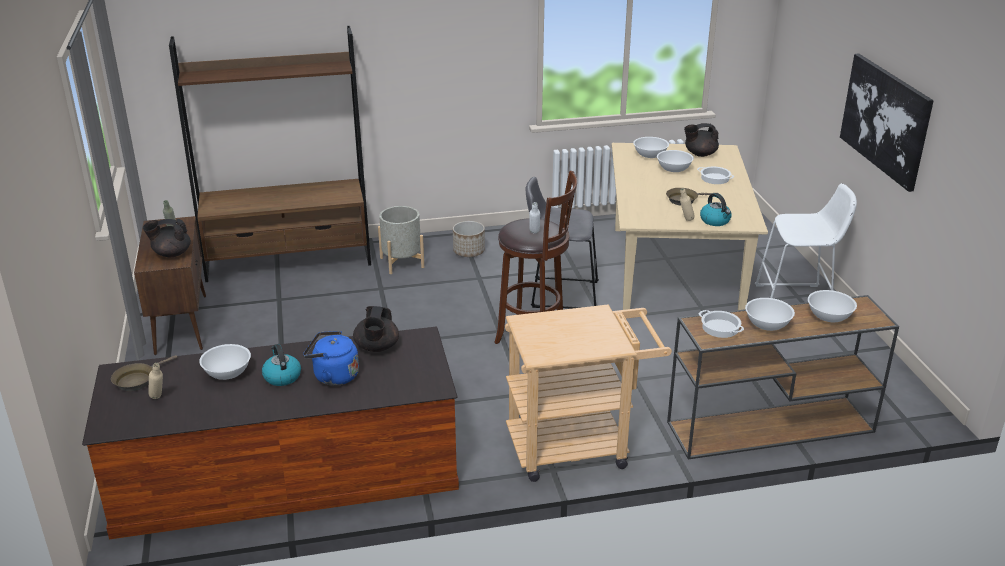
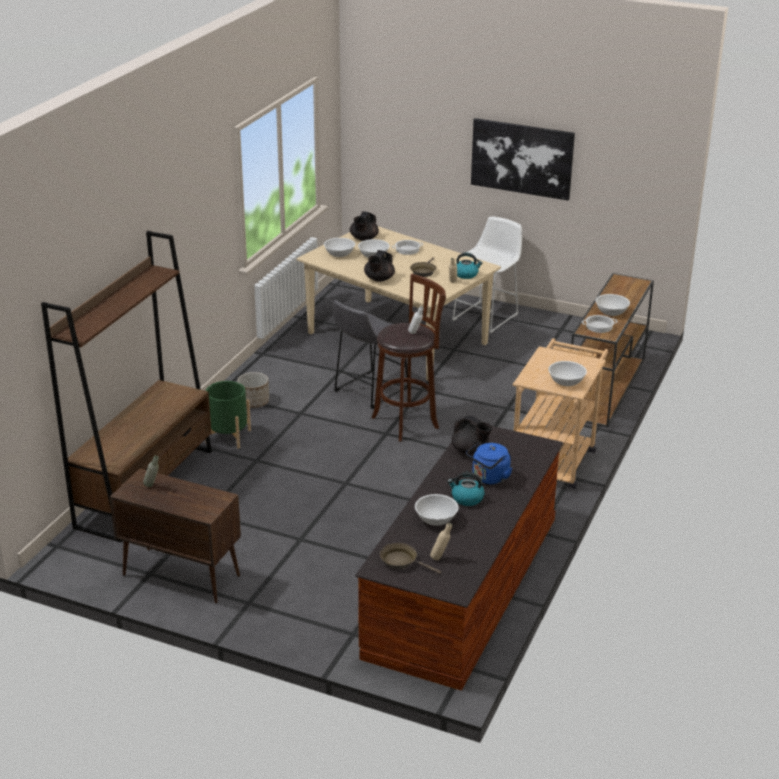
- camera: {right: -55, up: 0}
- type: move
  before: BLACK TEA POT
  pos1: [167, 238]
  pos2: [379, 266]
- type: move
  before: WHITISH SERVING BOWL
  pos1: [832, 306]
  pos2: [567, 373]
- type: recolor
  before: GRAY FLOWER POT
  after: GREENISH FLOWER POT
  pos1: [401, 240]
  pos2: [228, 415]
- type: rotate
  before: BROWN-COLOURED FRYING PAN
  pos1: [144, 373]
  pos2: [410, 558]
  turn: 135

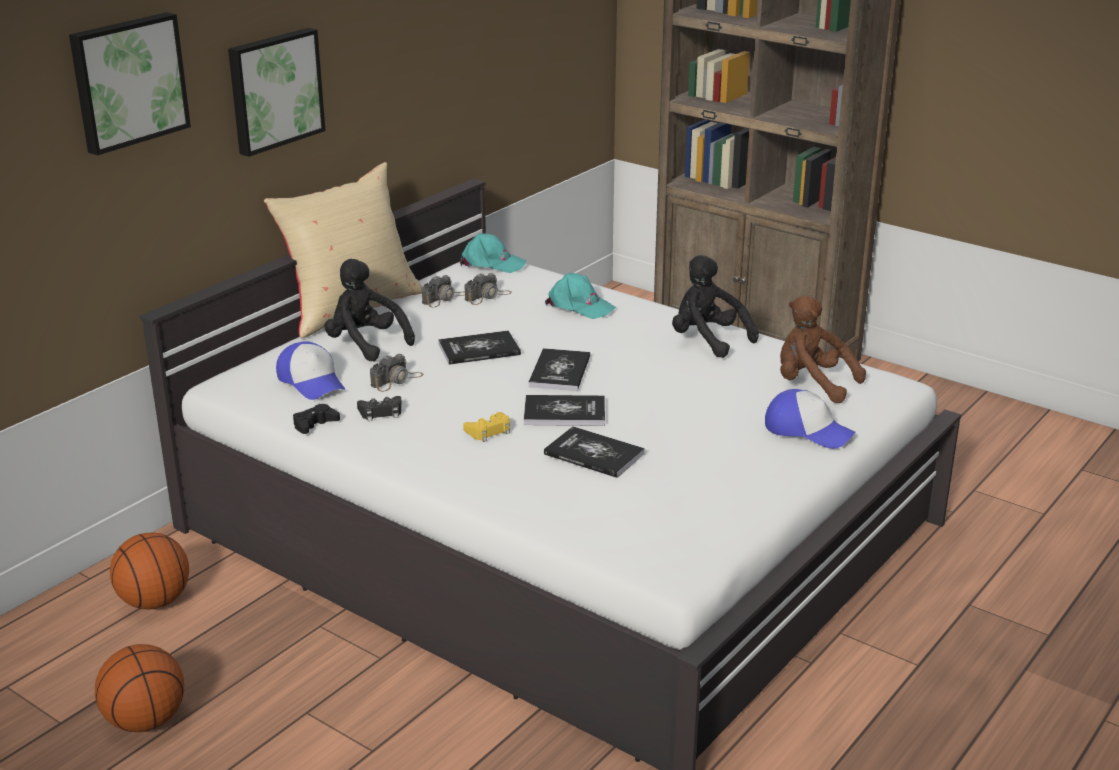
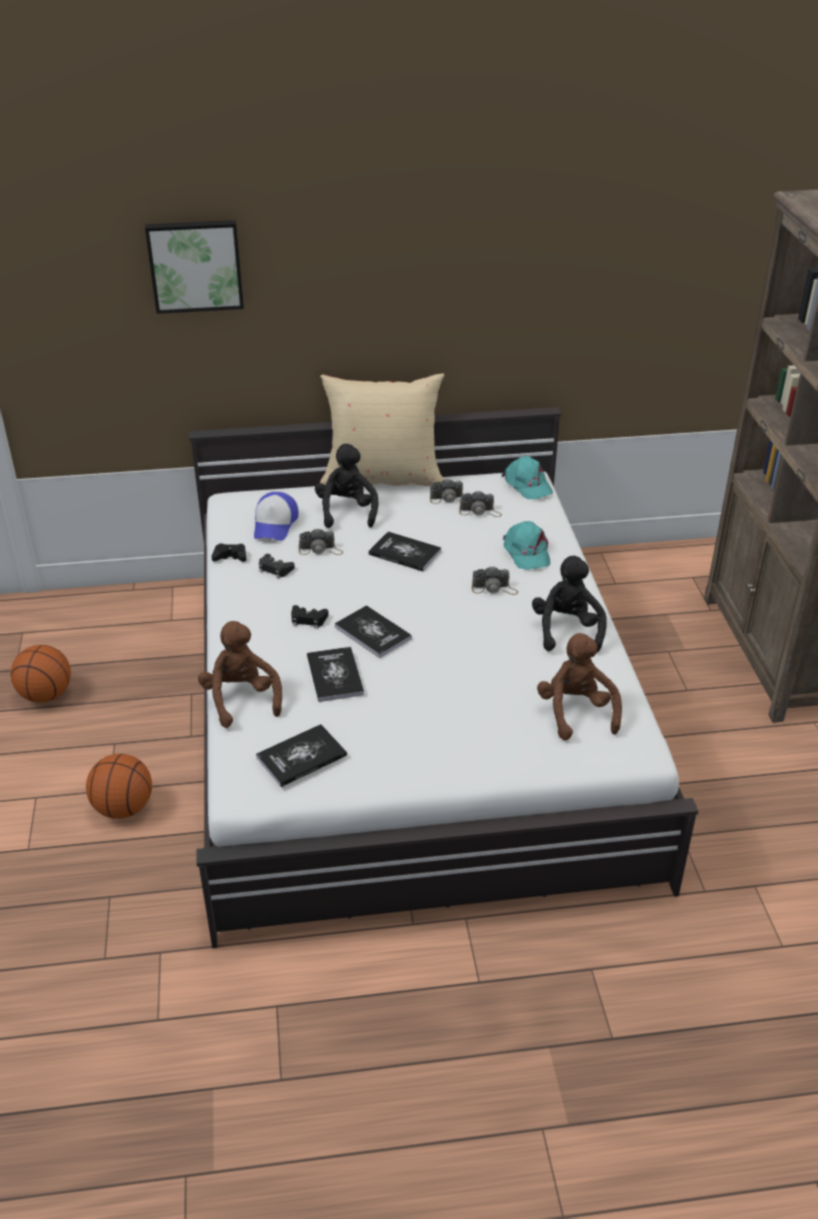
- camera: {right: 45, up: 10}
- type: delete
  before: WALL PICTURE
  pos1: [277, 92]
- type: delete
  before: PEAKED CAP
  pos1: [810, 419]
- type: insert
  after: BROWN-COLOURED PLUSH TOY
  pos2: [240, 674]
- type: insert
  after: PHOTO CAMERA
  pos2: [495, 580]
- type: move
  before: BALL FOR BASKETBALL
  pos1: [149, 571]
  pos2: [119, 786]
- type: move
  before: VOLUME
  pos1: [559, 369]
  pos2: [301, 755]
- type: recolor
  before: YELLOWISH JOYPAD
  after: BLACK JOYPAD
  pos1: [486, 427]
  pos2: [310, 617]

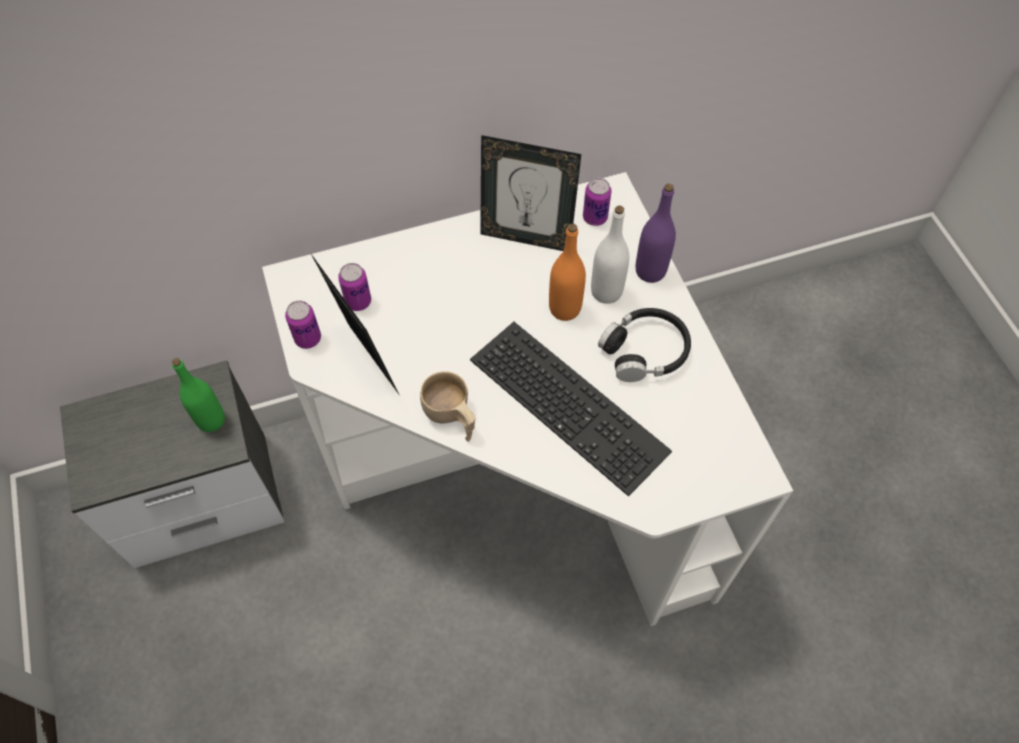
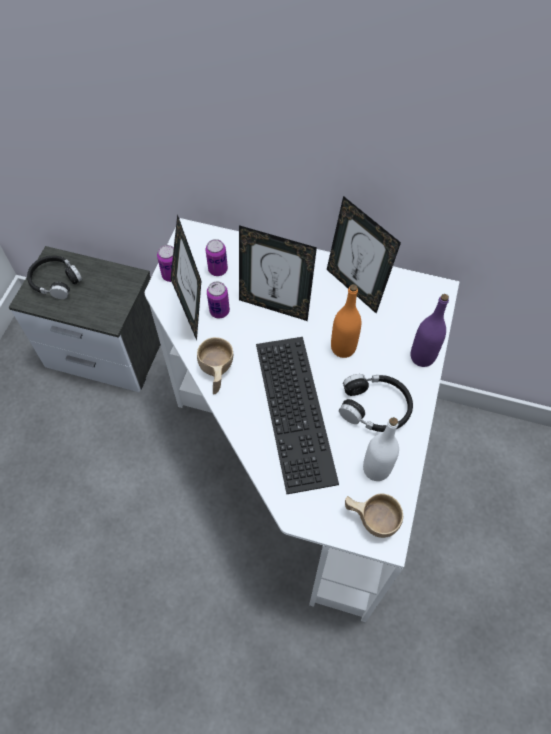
- camera: {right: 35, up: 0}
- type: delete
  before: GREENISH BEVERAGE BOTTLE
  pos1: [198, 395]
- type: insert
  after: BLACK PAIR OF HEADPHONES
  pos2: [54, 277]
- type: insert
  after: PHOTO FRAME
  pos2: [278, 273]
- type: insert
  after: SAND-COLOURED SMALL CUP
  pos2: [374, 516]
- type: move
  before: METAL CAN
  pos1: [597, 202]
  pos2: [218, 299]
- type: move
  before: WHITISH BEVERAGE BOTTLE
  pos1: [610, 255]
  pos2: [381, 449]

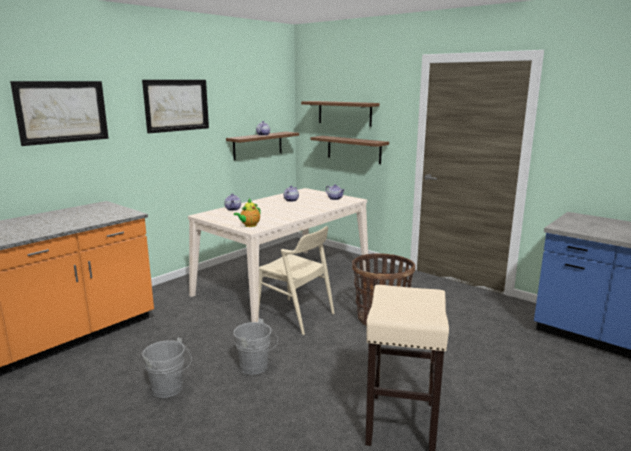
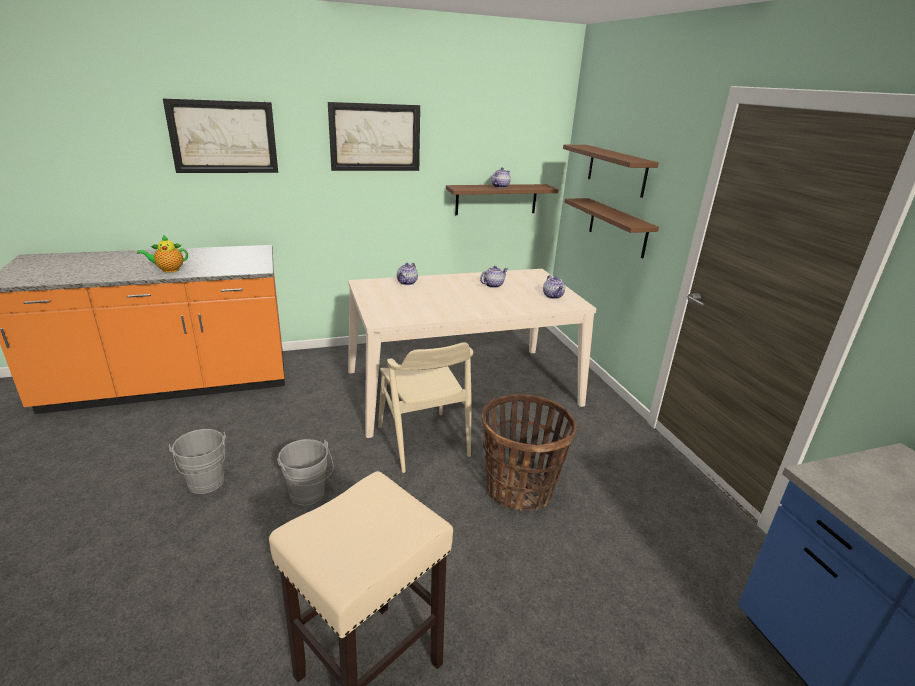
- camera: {right: 30, up: 10}
- type: move
  before: TEA POT
  pos1: [247, 213]
  pos2: [162, 254]

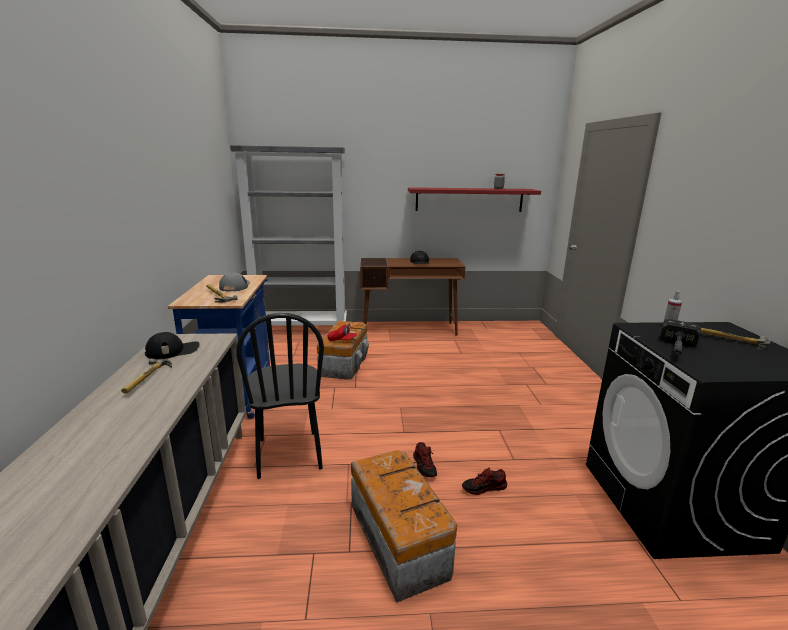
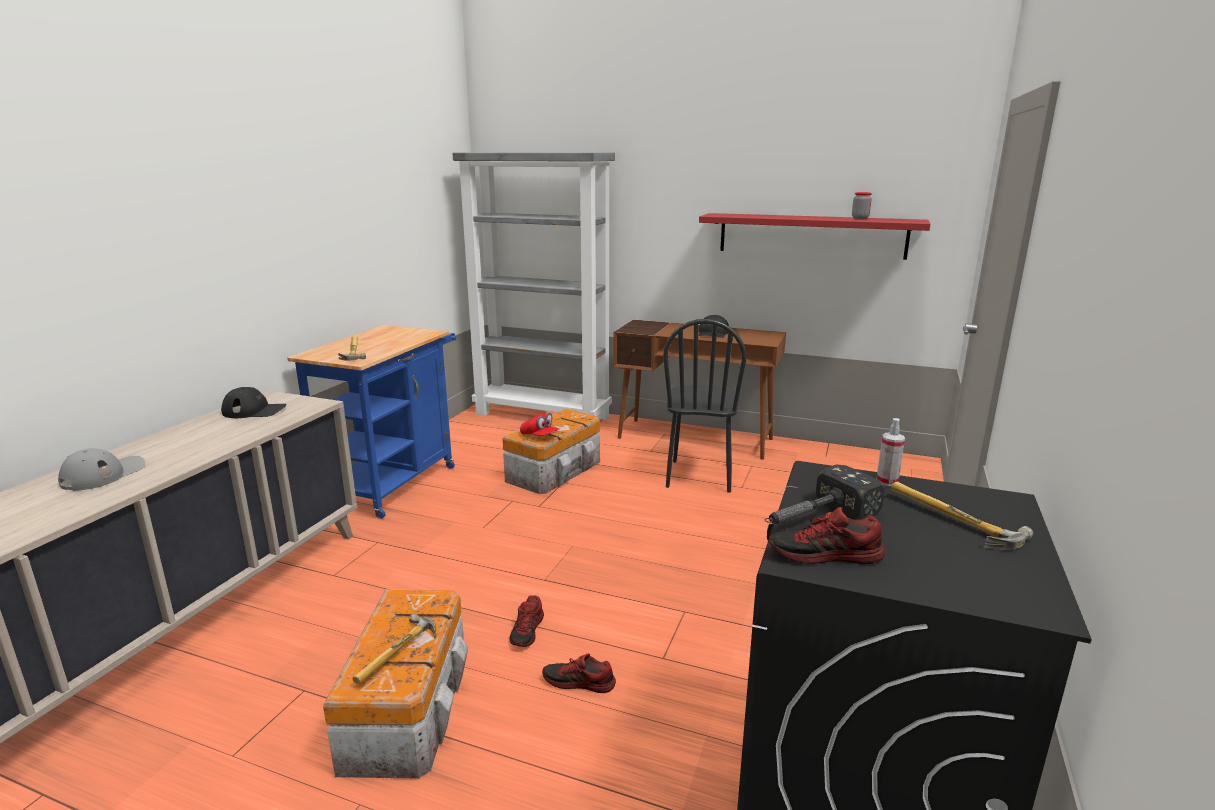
- camera: {right: 25, up: 0}
- type: insert
  after: ITEM OF FOOTWEAR
  pos2: [827, 535]
- type: move
  before: HAMMER
  pos1: [146, 375]
  pos2: [394, 649]
- type: move
  before: GRAY PEAKED CAP
  pos1: [234, 281]
  pos2: [101, 469]
- type: move
  before: BLACK UPRIGHT CHAIR
  pos1: [280, 396]
  pos2: [704, 406]

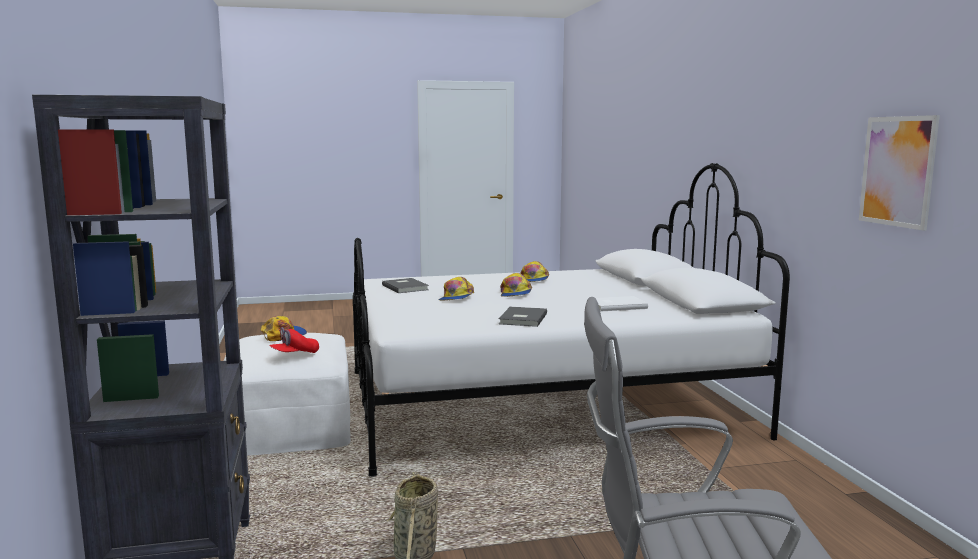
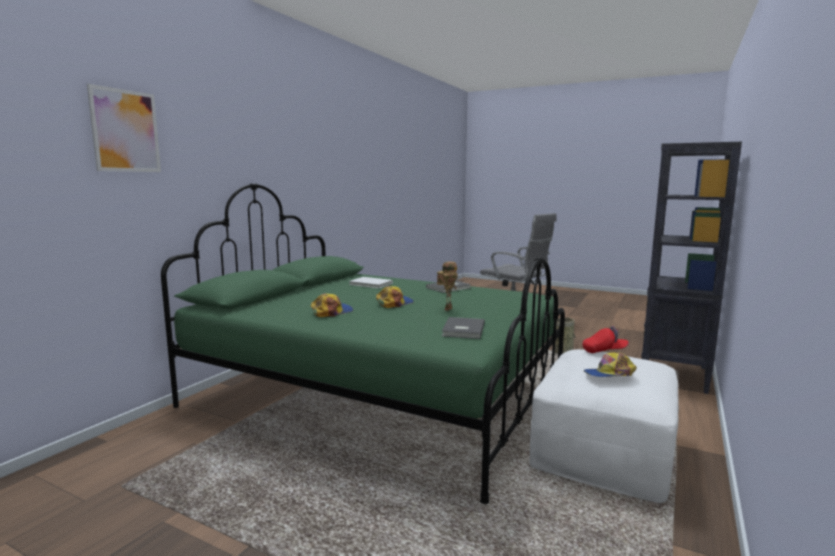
- camera: {right: -140, up: 0}
- type: move
  before: WALL PICTURE
  pos1: [899, 173]
  pos2: [124, 128]
- type: replace
  before: PEAKED CAP
  after: TOY ROBOT
  pos1: [456, 289]
  pos2: [447, 286]
- type: recolor
  before: WHITISH BEDROOM BED
  after: GREENISH BEDROOM BED
  pos1: [571, 320]
  pos2: [363, 344]

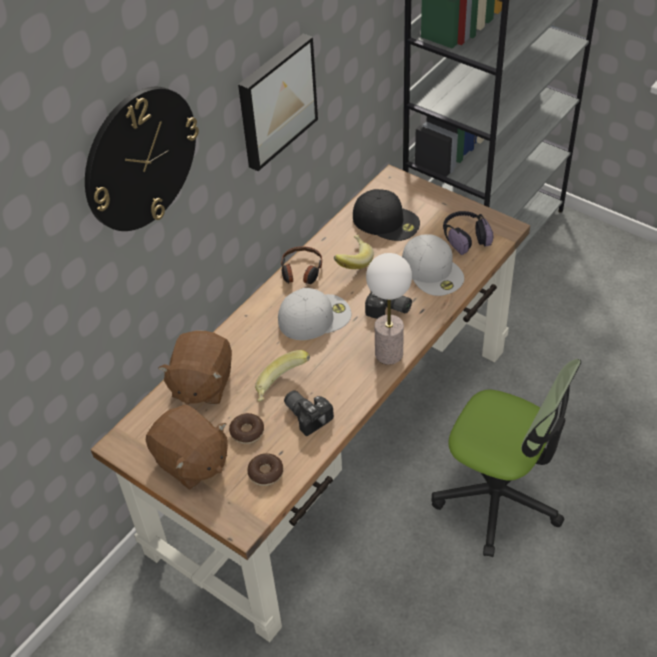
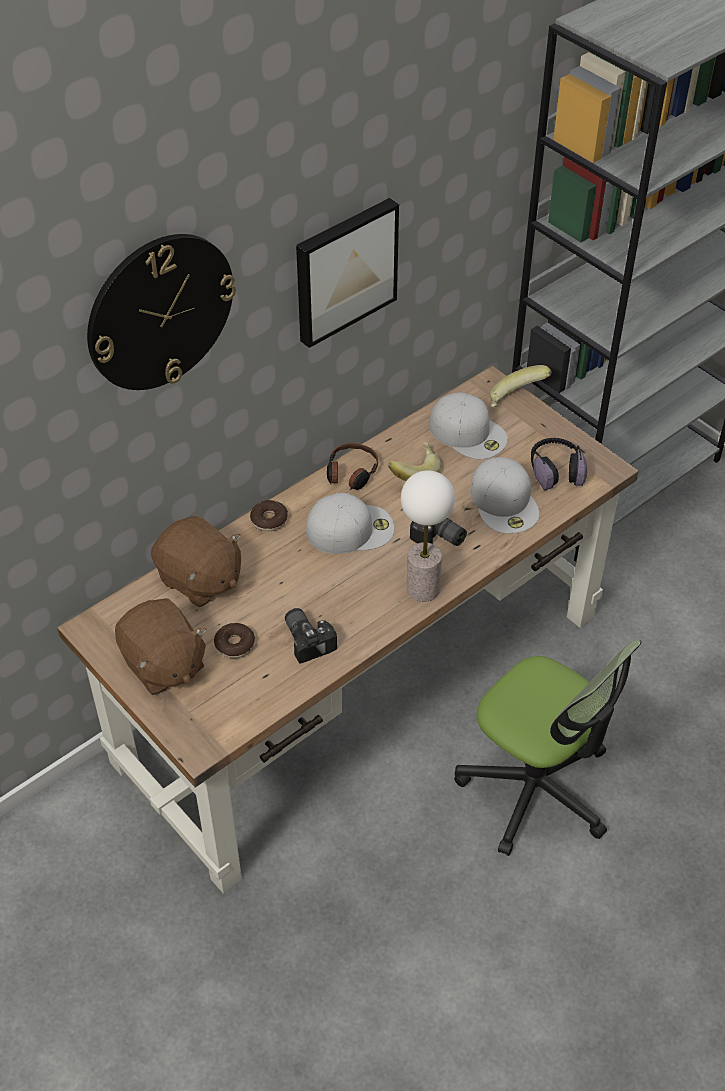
- camera: {right: 10, up: 0}
- type: move
  before: RING DOUGHNUT
  pos1: [265, 469]
  pos2: [269, 515]
- type: move
  before: WHOLE BANANA
  pos1: [282, 376]
  pos2: [521, 386]
- type: recolor
  before: BLACK PEAKED CAP
  after: WHITISH PEAKED CAP
  pos1: [386, 215]
  pos2: [469, 426]
- type: rotate
  before: BROWN-COLOURED PLUSH TOY
  pos1: [195, 367]
  pos2: [196, 561]
  turn: -75

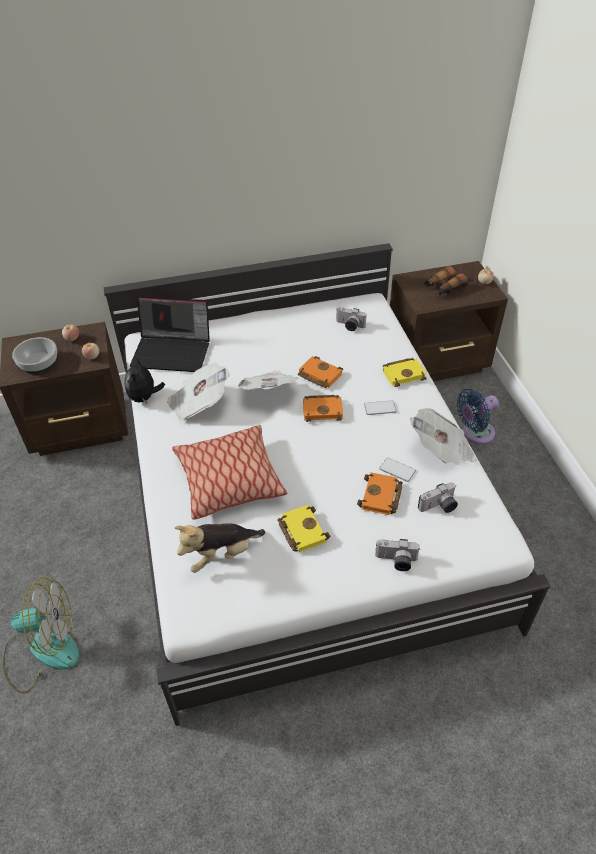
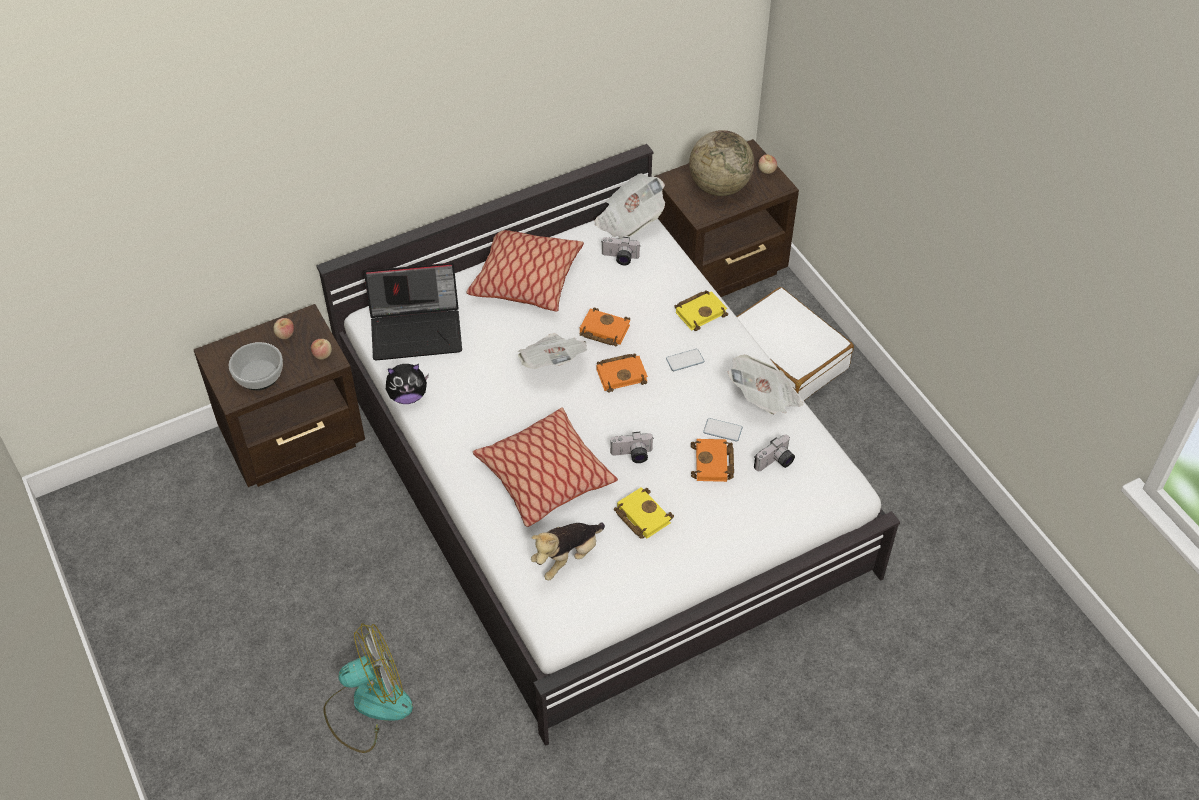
- camera: {right: -15, up: 5}
- type: insert
  after: THROW PILLOW
  pos2: [525, 271]
- type: move
  before: NEWSPAPER
  pos1: [198, 391]
  pos2: [629, 206]
- type: move
  before: PHOTO CAMERA
  pos1: [397, 555]
  pos2: [631, 447]
- type: replace
  before: PAIR OF BINOCULARS
  after: DESK GLOBE
  pos1: [446, 280]
  pos2: [721, 163]
- type: replace
  before: BLUE-COLOURED FAN
  after: WHITISH PIECE OF LUGGAGE
  pos1: [478, 416]
  pos2: [795, 344]
- type: rotate
  before: PLUSH TOY
  pos1: [144, 380]
  pos2: [407, 384]
  turn: -90

